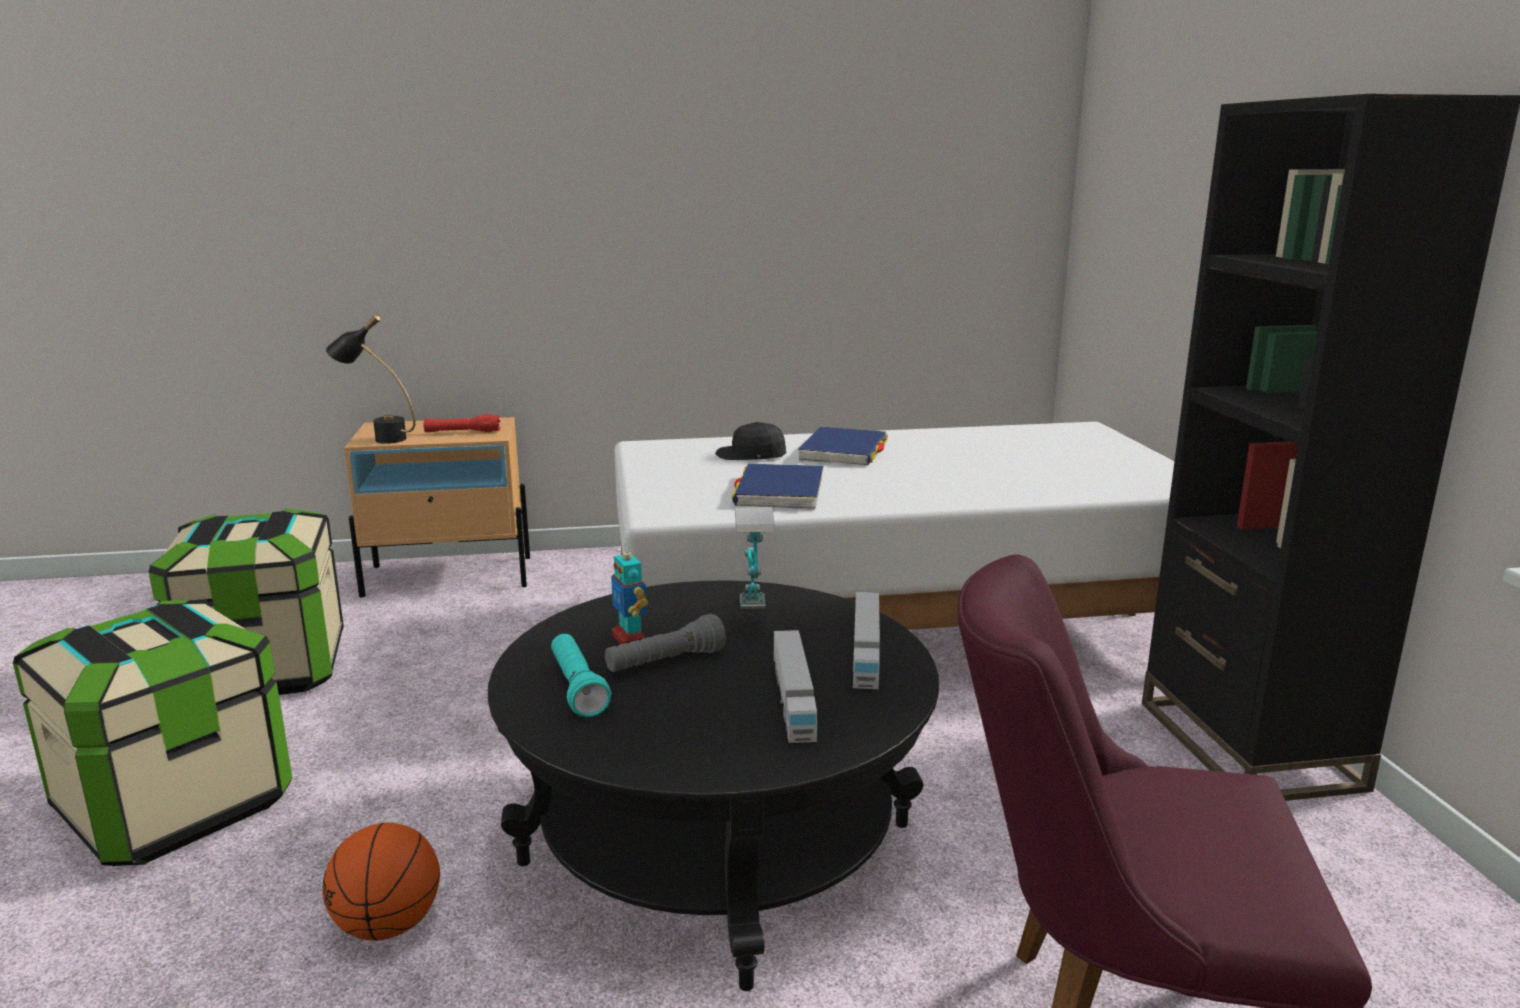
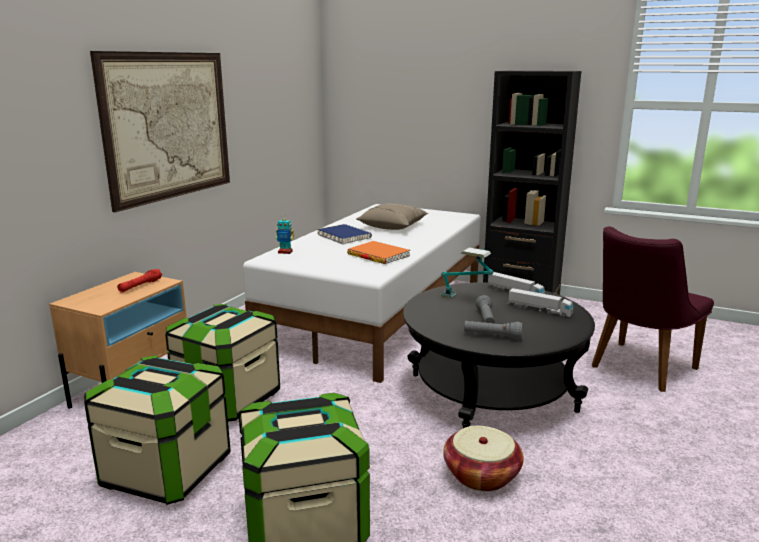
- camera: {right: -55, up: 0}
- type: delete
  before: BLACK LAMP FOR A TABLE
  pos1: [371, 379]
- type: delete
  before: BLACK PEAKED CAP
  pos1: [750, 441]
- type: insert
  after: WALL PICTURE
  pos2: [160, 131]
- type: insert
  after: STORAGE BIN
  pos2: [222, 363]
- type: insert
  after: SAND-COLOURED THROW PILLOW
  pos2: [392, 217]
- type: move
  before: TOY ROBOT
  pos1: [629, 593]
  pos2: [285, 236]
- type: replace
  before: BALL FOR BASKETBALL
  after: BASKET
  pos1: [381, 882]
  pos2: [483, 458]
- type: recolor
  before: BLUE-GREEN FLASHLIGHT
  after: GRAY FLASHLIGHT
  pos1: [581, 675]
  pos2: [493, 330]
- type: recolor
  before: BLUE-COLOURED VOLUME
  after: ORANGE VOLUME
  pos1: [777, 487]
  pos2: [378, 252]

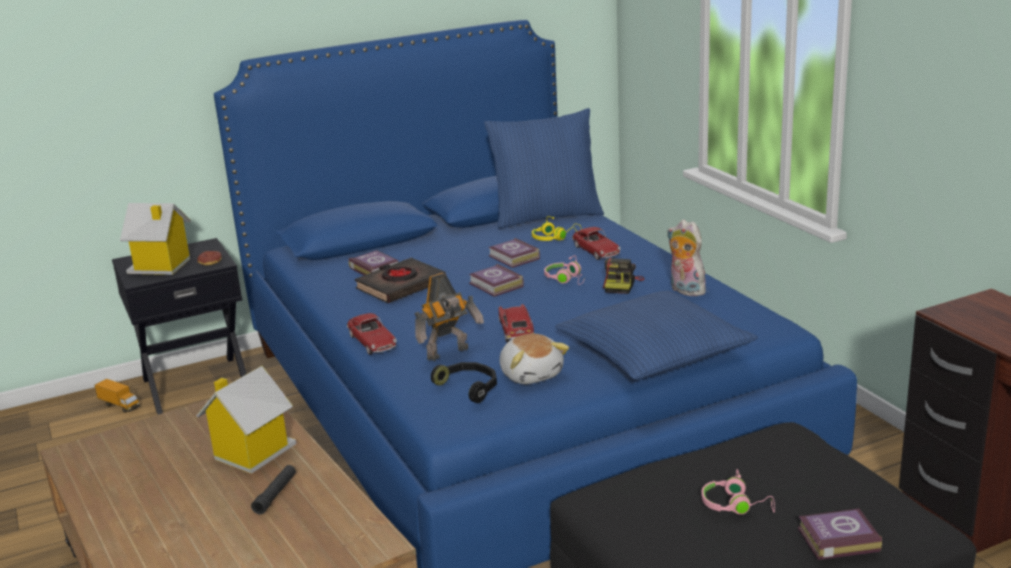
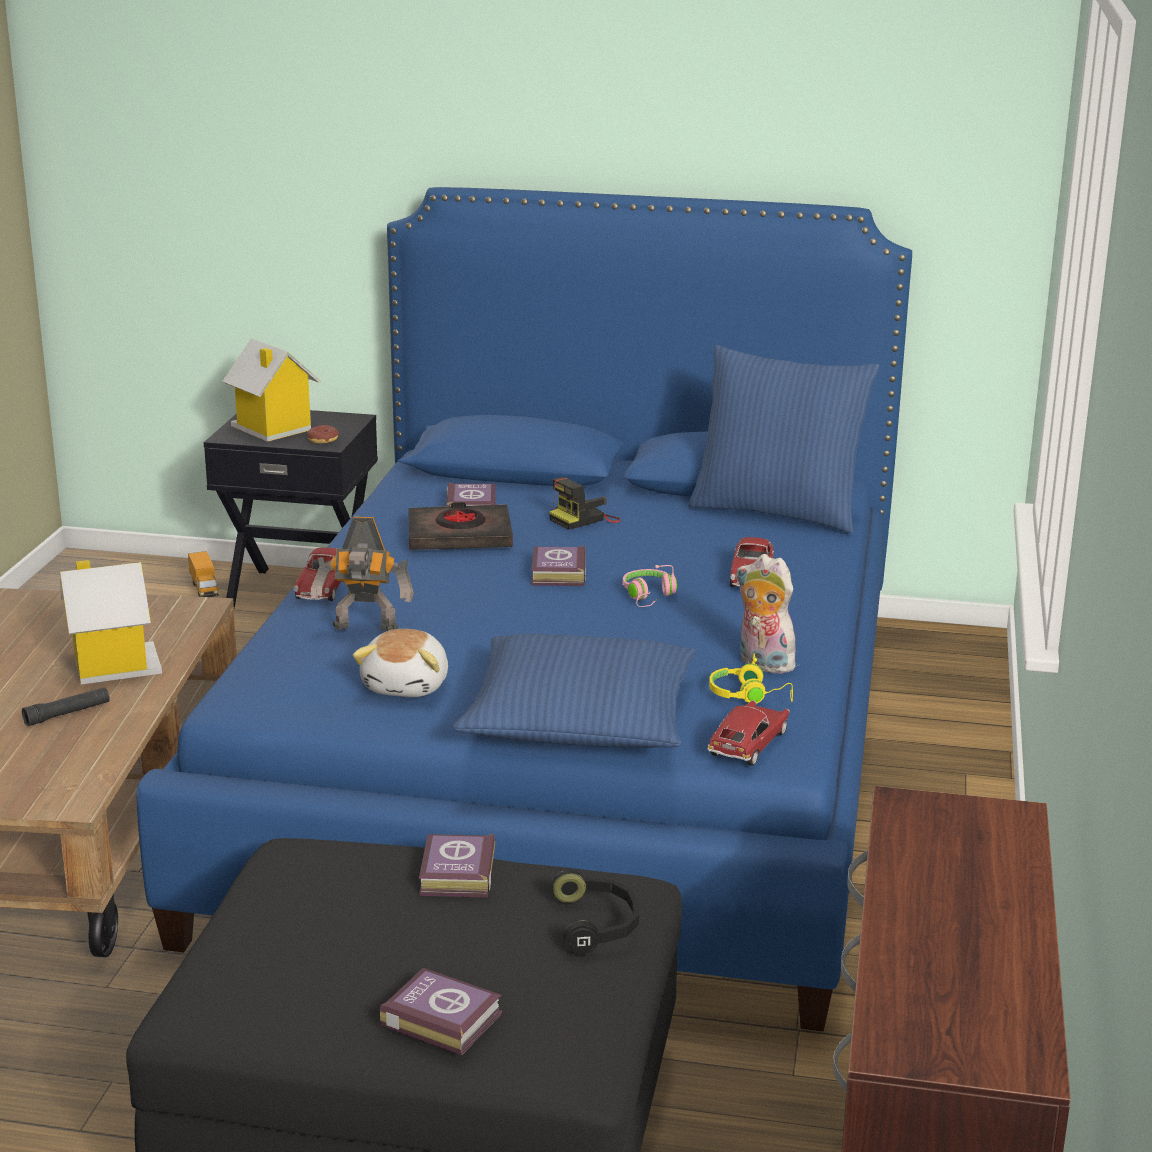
- camera: {right: 35, up: 0}
- type: delete
  before: PINKISH PAIR OF HEADPHONES
  pos1: [738, 492]
- type: move
  before: BLACK PAIR OF HEADPHONES
  pos1: [464, 382]
  pos2: [596, 912]
- type: move
  before: VOLUME
  pos1: [514, 253]
  pos2: [457, 865]
- type: move
  before: TOY CAR
  pos1: [516, 323]
  pos2: [748, 733]
- type: move
  before: YELLOWISH PAIR OF HEADPHONES
  pos1: [557, 228]
  pos2: [751, 678]
- type: move
  before: PHOTO CAMERA
  pos1: [624, 276]
  pos2: [585, 503]
- type: rotate
  before: PLUSH TOY
  pos1: [686, 258]
  pos2: [767, 614]
  turn: -45

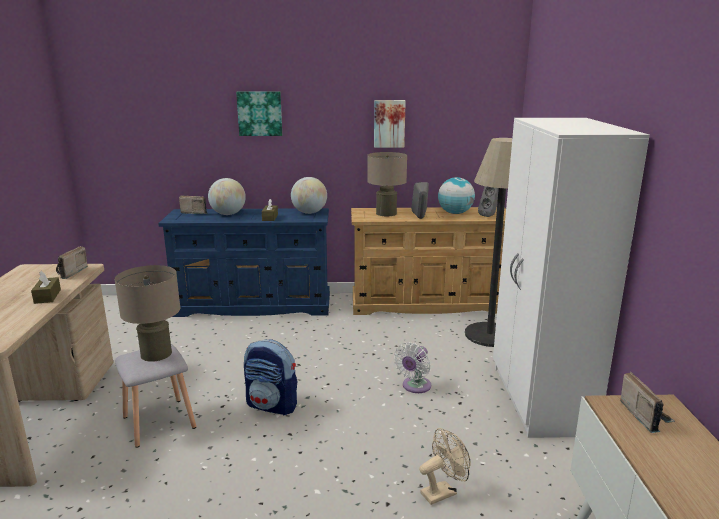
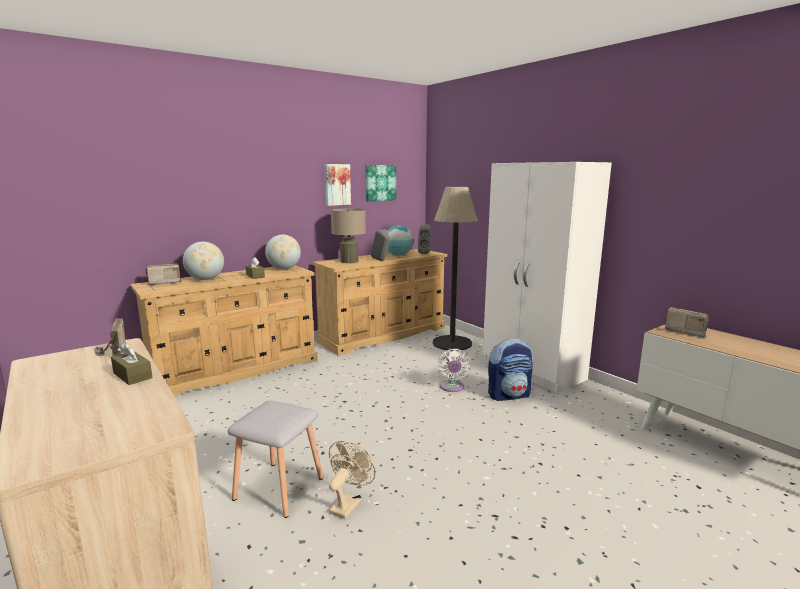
- camera: {right: -35, up: -5}
- type: delete
  before: SAND-COLOURED LAMP FOR A TABLE
  pos1: [147, 313]
- type: move
  before: WALL PICTURE
  pos1: [259, 113]
  pos2: [380, 183]
- type: move
  before: KNAPSACK
  pos1: [271, 377]
  pos2: [510, 370]
- type: move
  before: SAND-COLOURED FAN
  pos1: [445, 466]
  pos2: [352, 480]
- type: recolor
  before: BLUE-COLOURED DRESSER
  after: SAND-COLOURED DRESSER
  pos1: [244, 262]
  pos2: [224, 331]

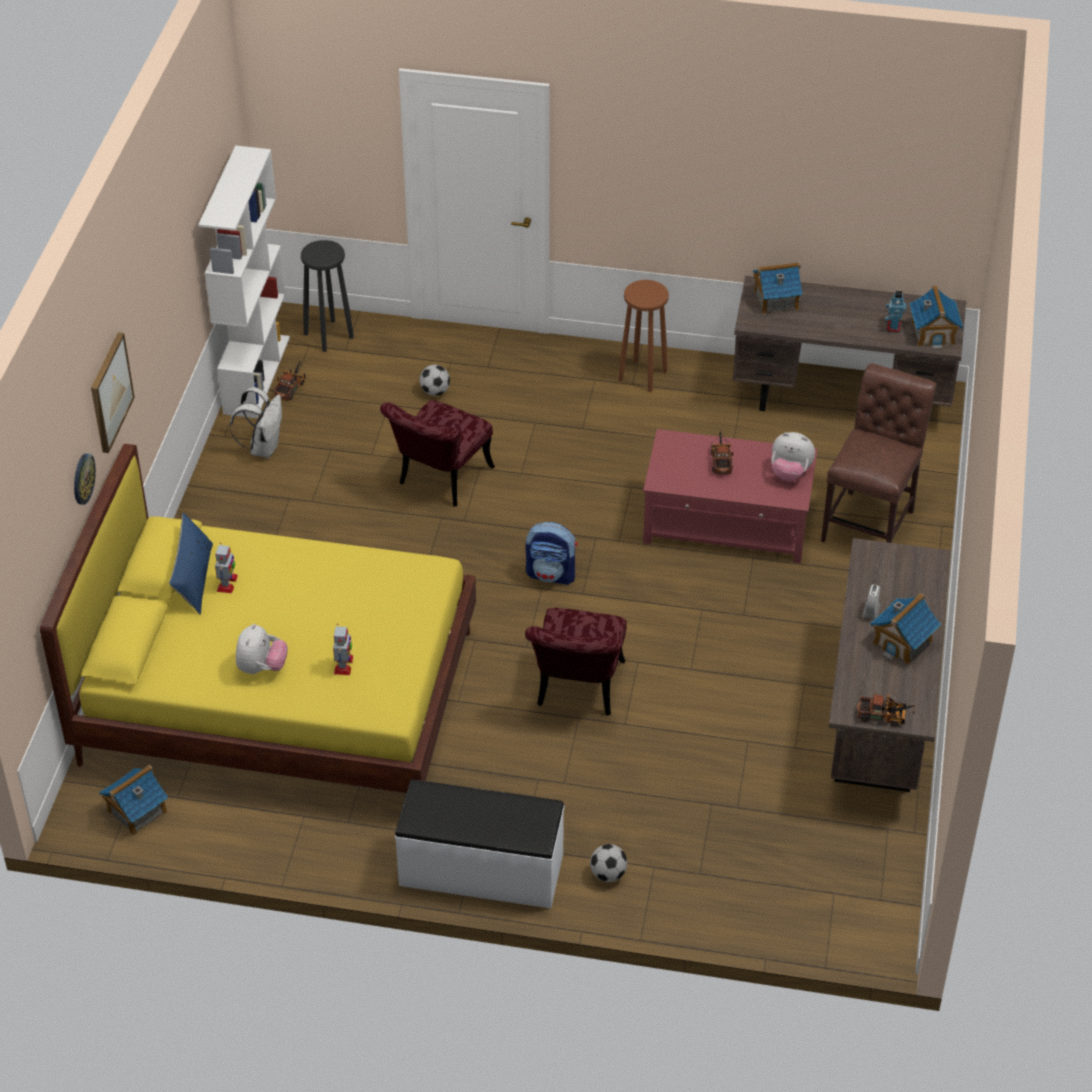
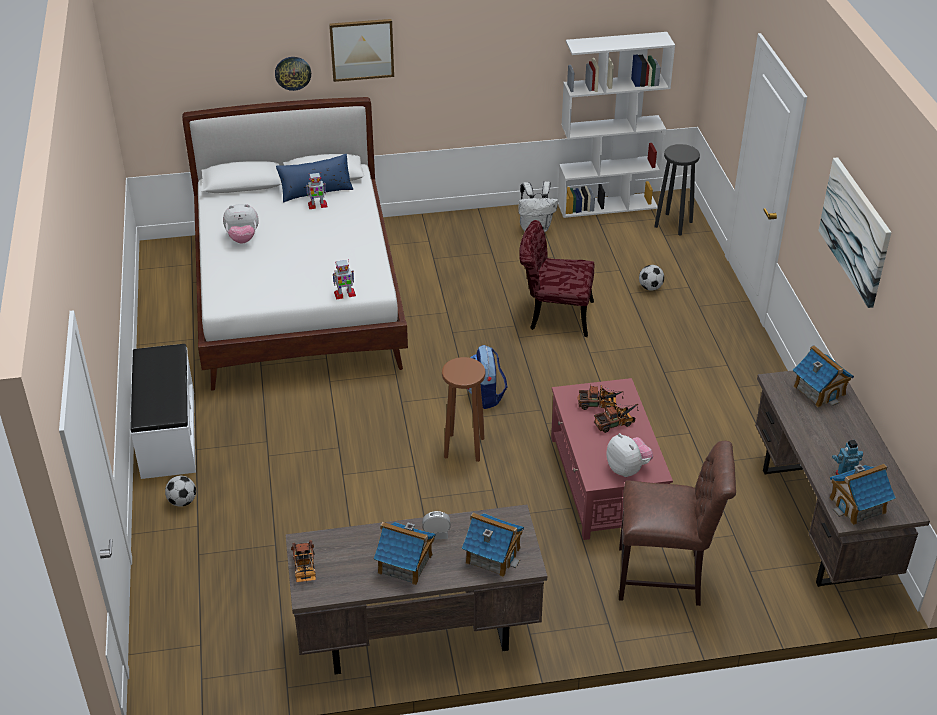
- camera: {right: 70, up: -5}
- type: delete
  before: REDDISH UPRIGHT CHAIR
  pos1: [576, 662]
- type: insert
  after: WALL PICTURE
  pos2: [854, 232]
- type: move
  before: TOY HOUSE
  pos1: [133, 800]
  pos2: [493, 544]
- type: move
  before: TOY TRUCK
  pos1: [289, 381]
  pos2: [600, 397]
- type: move
  before: TOY ROBOT
  pos1: [343, 649]
  pos2: [344, 279]
- type: move
  before: BROWN-COLOURED STOOL SEAT
  pos1: [643, 336]
  pos2: [463, 409]
- type: recolor
  before: YELLOWISH BEDROOM BED
  after: WHITISH BEDROOM BED
  pos1: [258, 618]
  pos2: [295, 244]
- type: rotate
  before: PLUSH TOY
  pos1: [793, 456]
  pos2: [629, 455]
  turn: 150

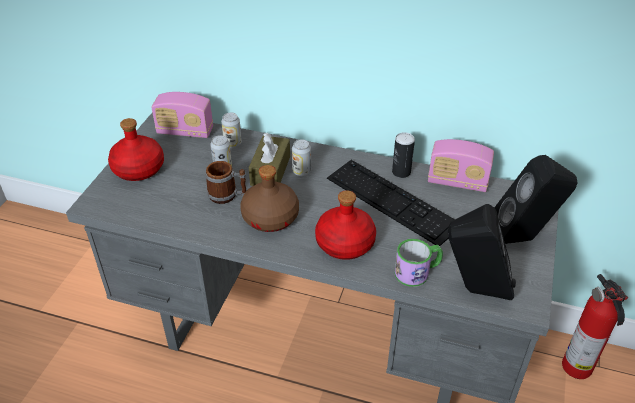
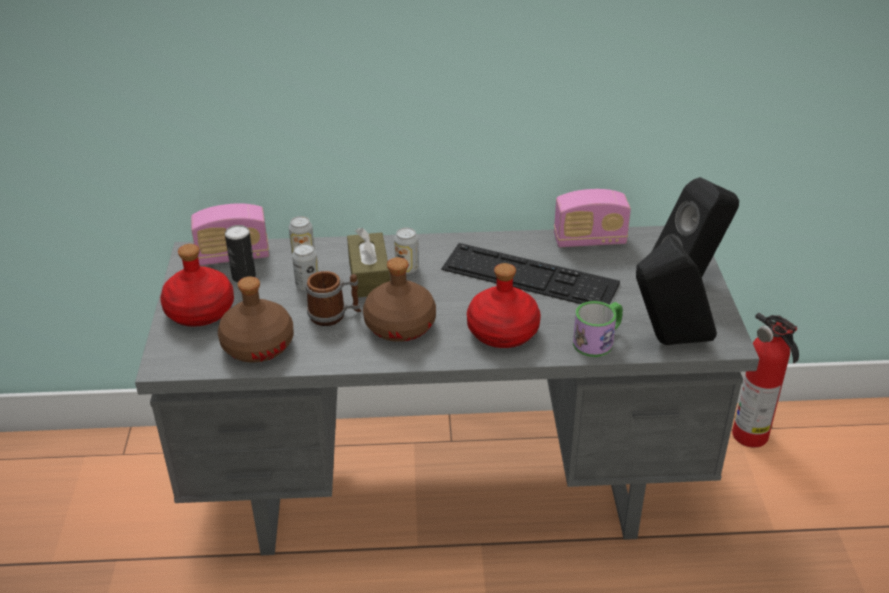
- camera: {right: -20, up: -5}
- type: insert
  after: BROWN-COLOURED BEVERAGE BOTTLE
  pos2: [256, 319]
- type: move
  before: METAL CAN
  pos1: [403, 155]
  pos2: [240, 253]

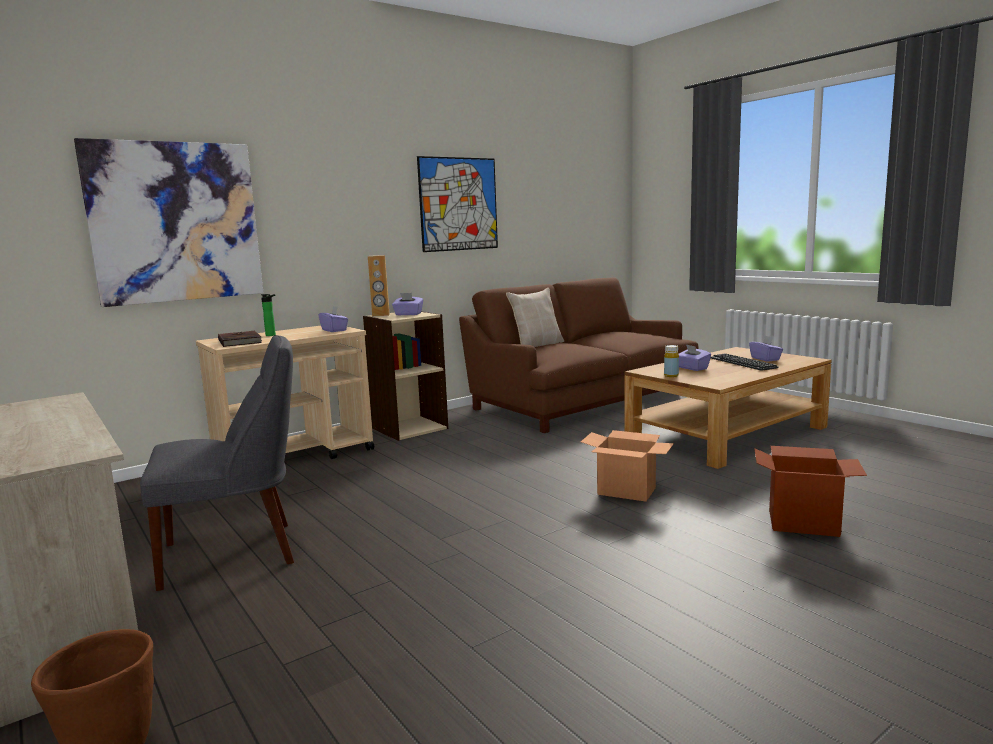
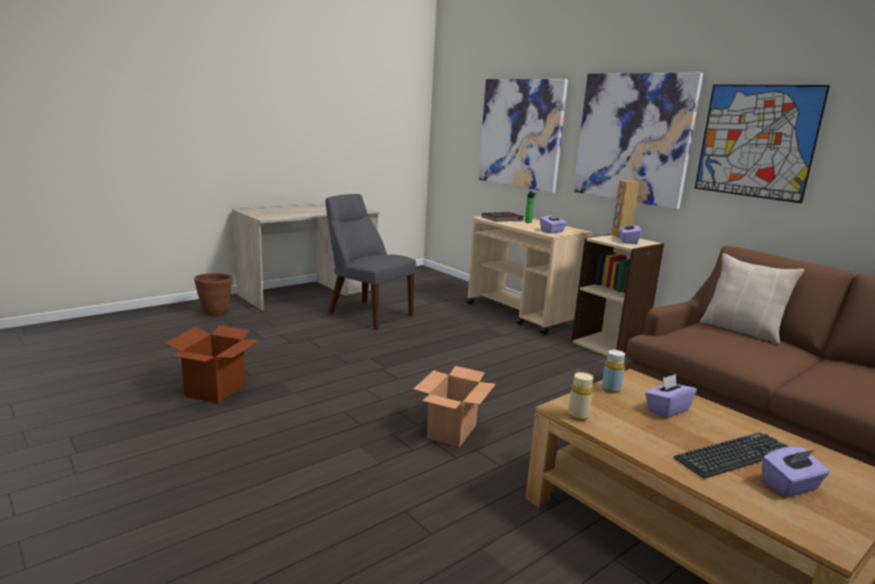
- camera: {right: 85, up: 5}
- type: insert
  after: SAND-COLOURED BEVERAGE BOTTLE
  pos2: [580, 396]
- type: insert
  after: WALL PICTURE
  pos2: [638, 141]
- type: move
  before: CARDBOARD BOX
  pos1: [810, 491]
  pos2: [212, 364]
- type: rotate
  before: GRAY UPRIGHT CHAIR
  pos1: [217, 463]
  pos2: [371, 262]
  turn: 150

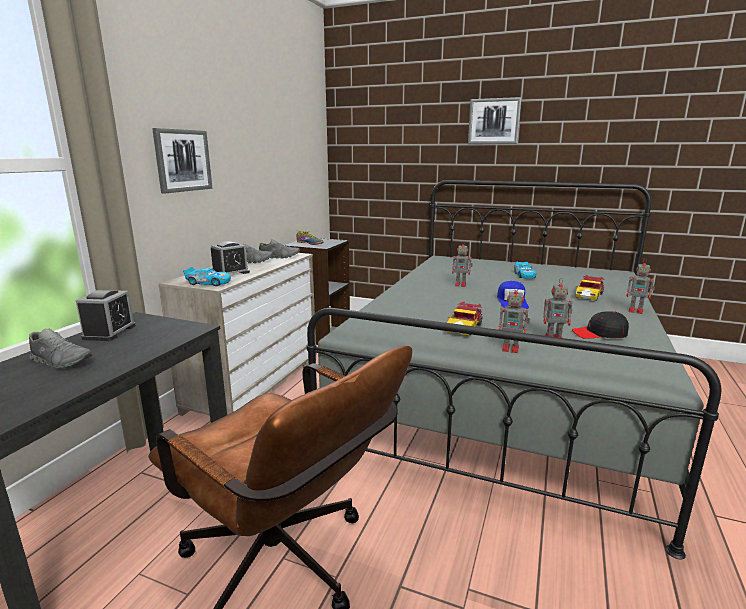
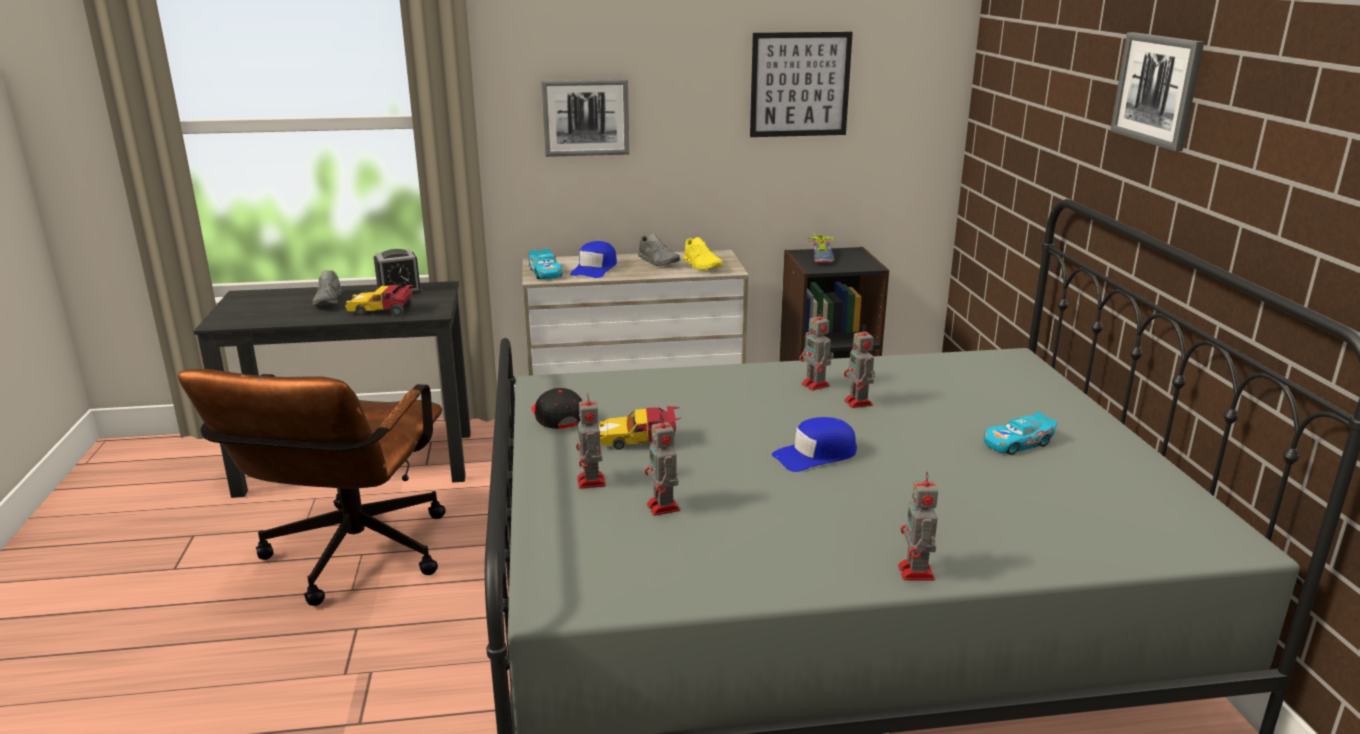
- camera: {right: 60, up: 5}
- type: insert
  after: WALL PICTURE
  pos2: [801, 84]
- type: insert
  after: TOY ROBOT
  pos2: [816, 350]
- type: move
  before: BLACK PEAKED CAP
  pos1: [600, 325]
  pos2: [557, 408]
- type: move
  before: TOY CAR
  pos1: [589, 288]
  pos2: [380, 301]
- type: replace
  before: BEDSIDE CLOCK
  after: BLUE-COLOURED PEAKED CAP
  pos1: [230, 257]
  pos2: [593, 259]
- type: recolor
  before: GRAY ITEM OF FOOTWEAR
  after: YELLOWISH ITEM OF FOOTWEAR
  pos1: [279, 249]
  pos2: [703, 253]

